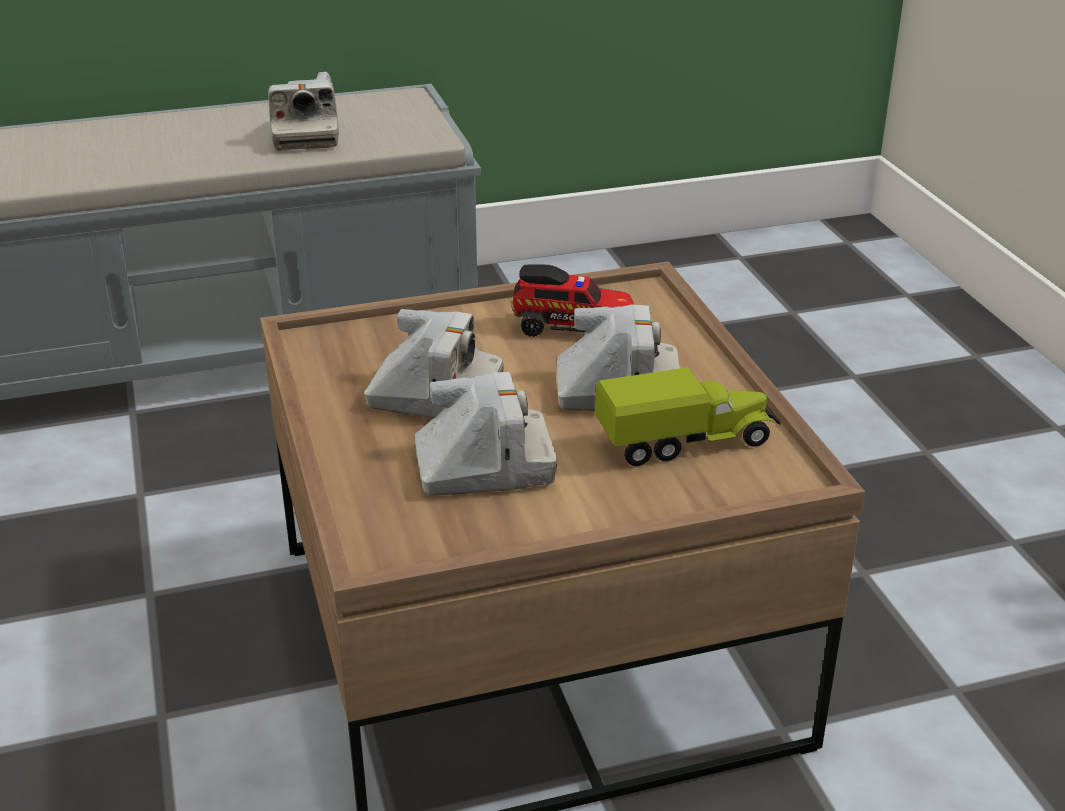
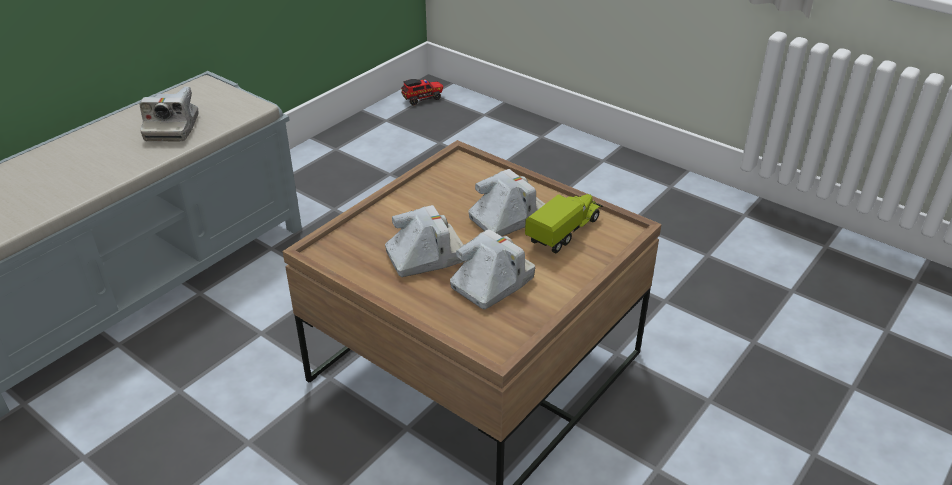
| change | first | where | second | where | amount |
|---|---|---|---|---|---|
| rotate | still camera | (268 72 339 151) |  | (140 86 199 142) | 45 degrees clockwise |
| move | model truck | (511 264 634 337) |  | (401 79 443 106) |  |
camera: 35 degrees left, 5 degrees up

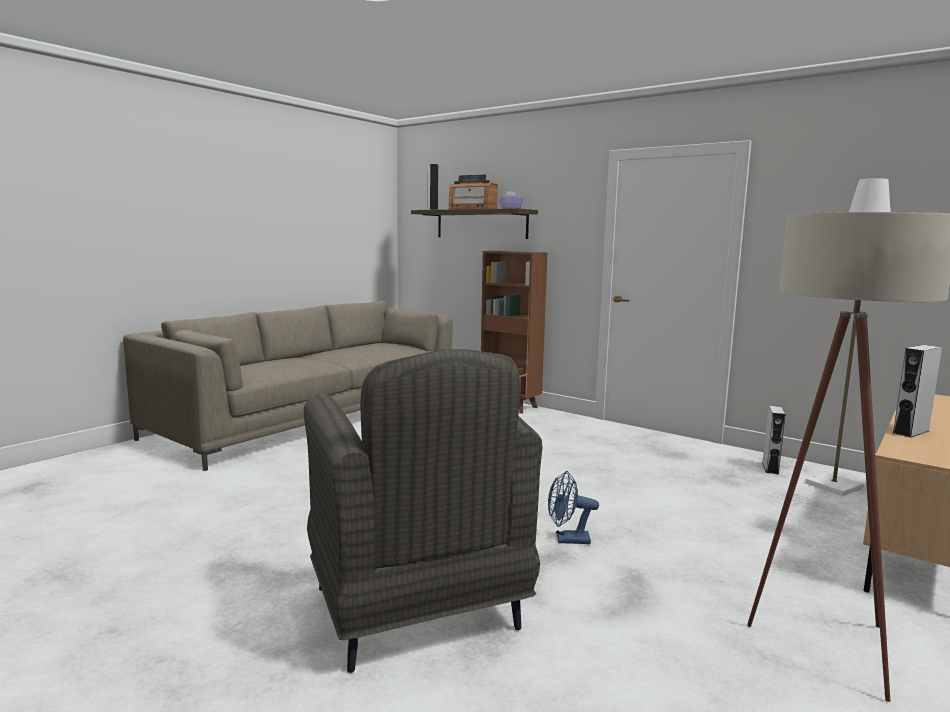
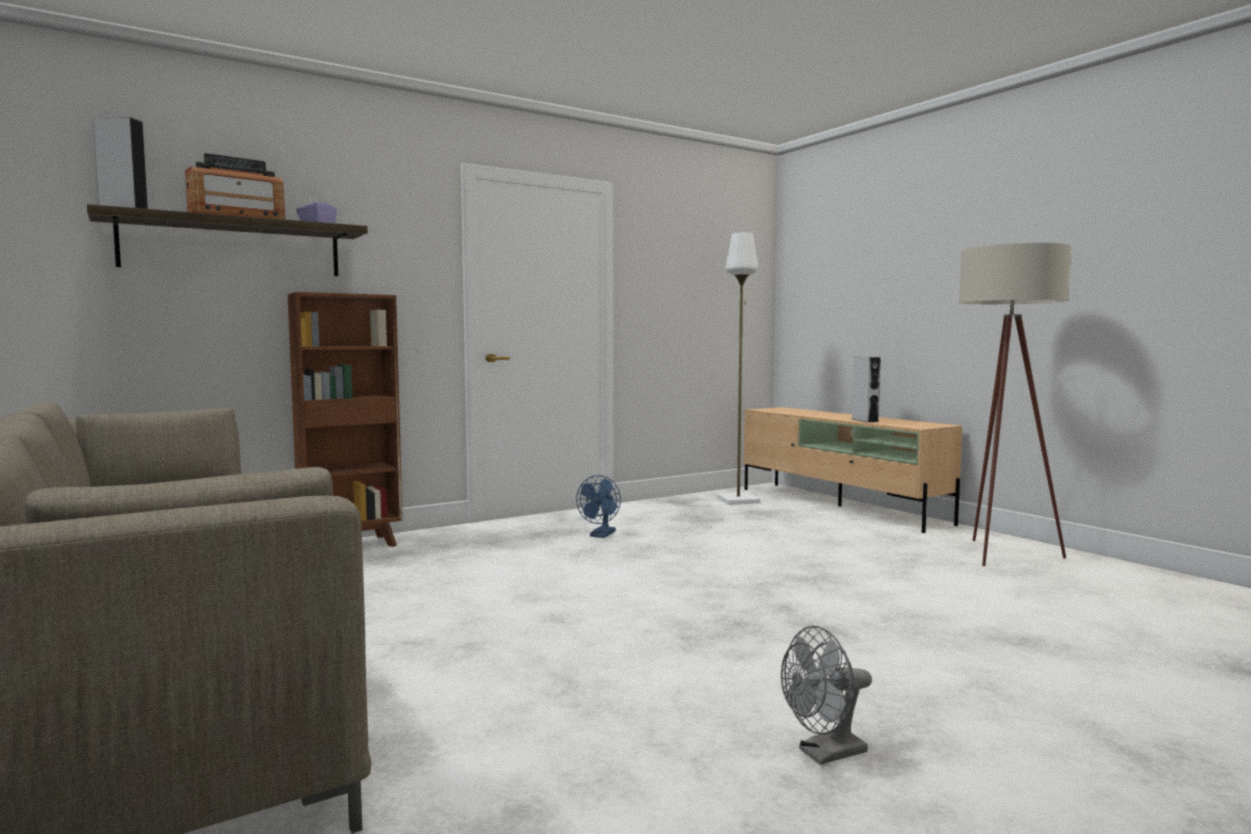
| change | first | where | second | where | amount |
|---|---|---|---|---|---|
| move | fan in blue-coloured | (548 471 599 544) |  | (576 475 621 538) |  |
| insert |  |  | fan in gray | (781 626 872 765) |  |
| delete | easy chair in gray | (304 349 542 673) |  |  |  |
| delete | audio speaker in gray | (762 406 785 475) |  |  |  |
camera: 70 degrees left, 5 degrees down

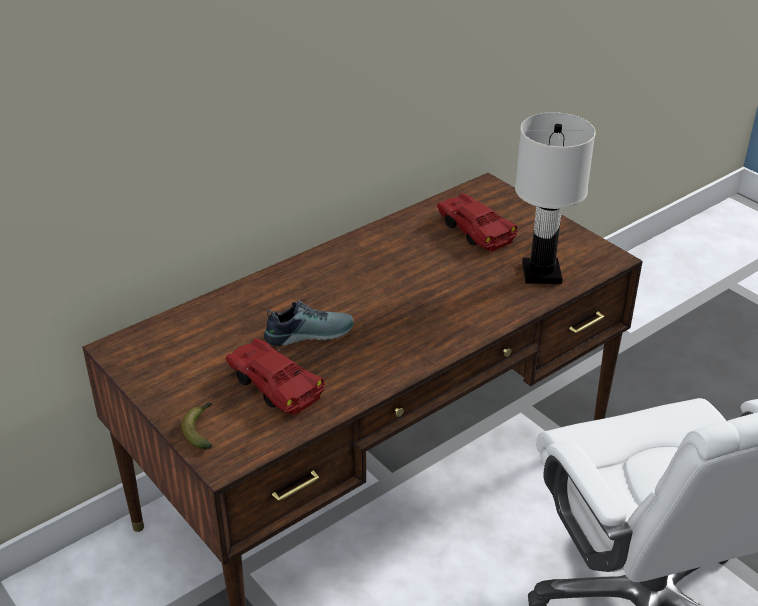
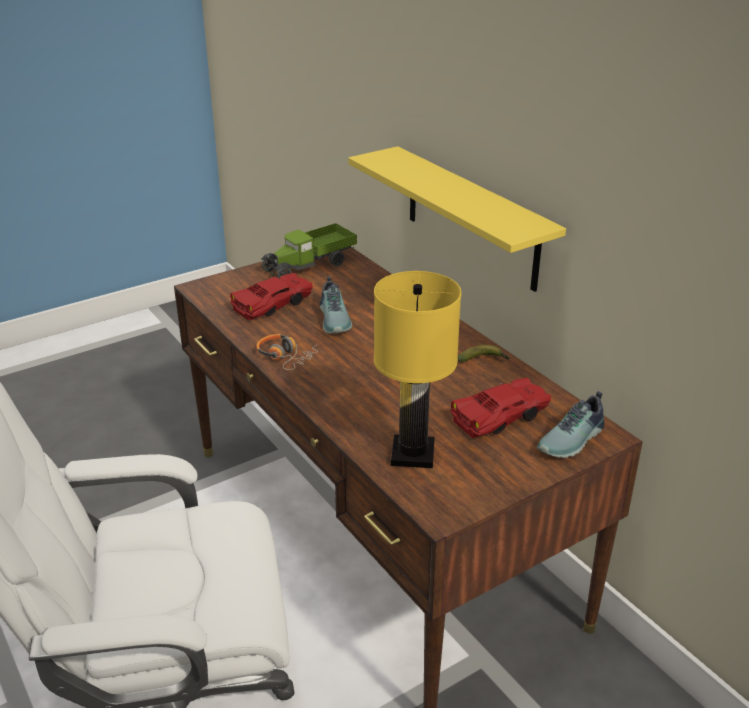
| change | first | where | second | where | amount |
|---|---|---|---|---|---|
| insert |  |  | headset | (256 334 318 370) |  |
| insert |  |  | model truck | (261 223 357 278) |  |
| insert |  |  | shelf in yellowish | (348 146 566 292) |  |
| recolor | lamp for a table in white-coloured | (515 112 596 284) | lamp for a table in yellowish | (374 271 461 468) |  |
| move | banana | (182 403 212 449) |  | (458 345 510 362) |  |
| insert |  |  | shoe | (537 391 604 458) |  |
camera: 95 degrees right, 5 degrees down

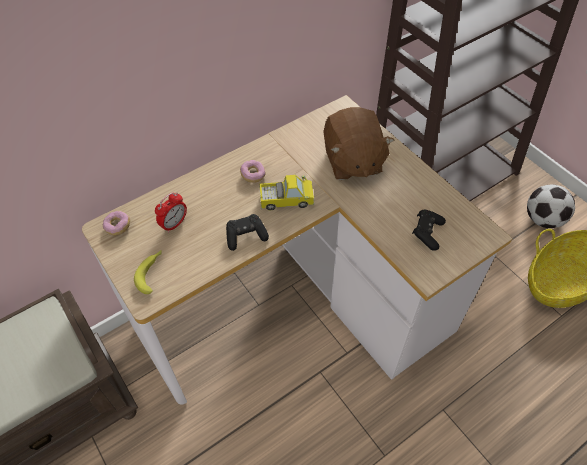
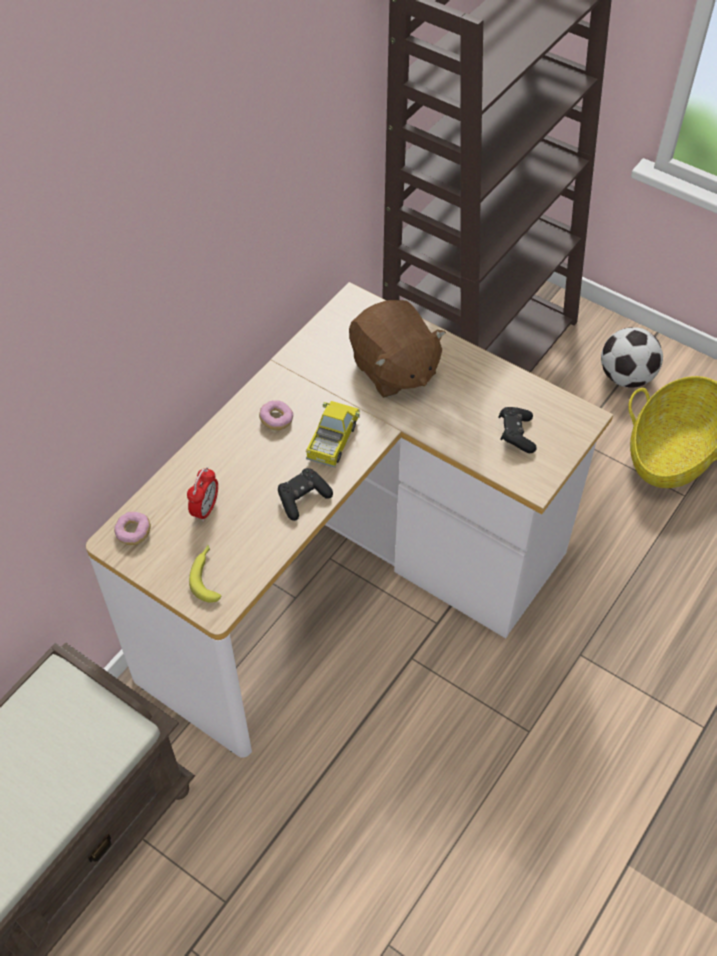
| change | first | where | second | where | amount |
|---|---|---|---|---|---|
| rotate | model truck | (259 175 314 211) |  | (306 401 360 468) | 45 degrees counterclockwise |
camera: 20 degrees left, 0 degrees up

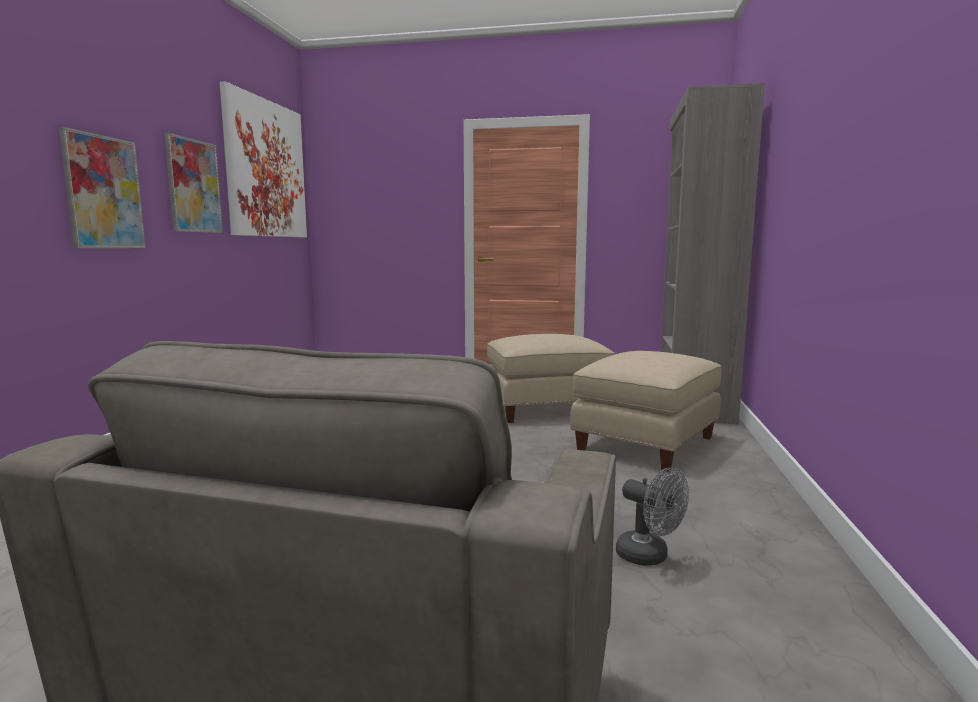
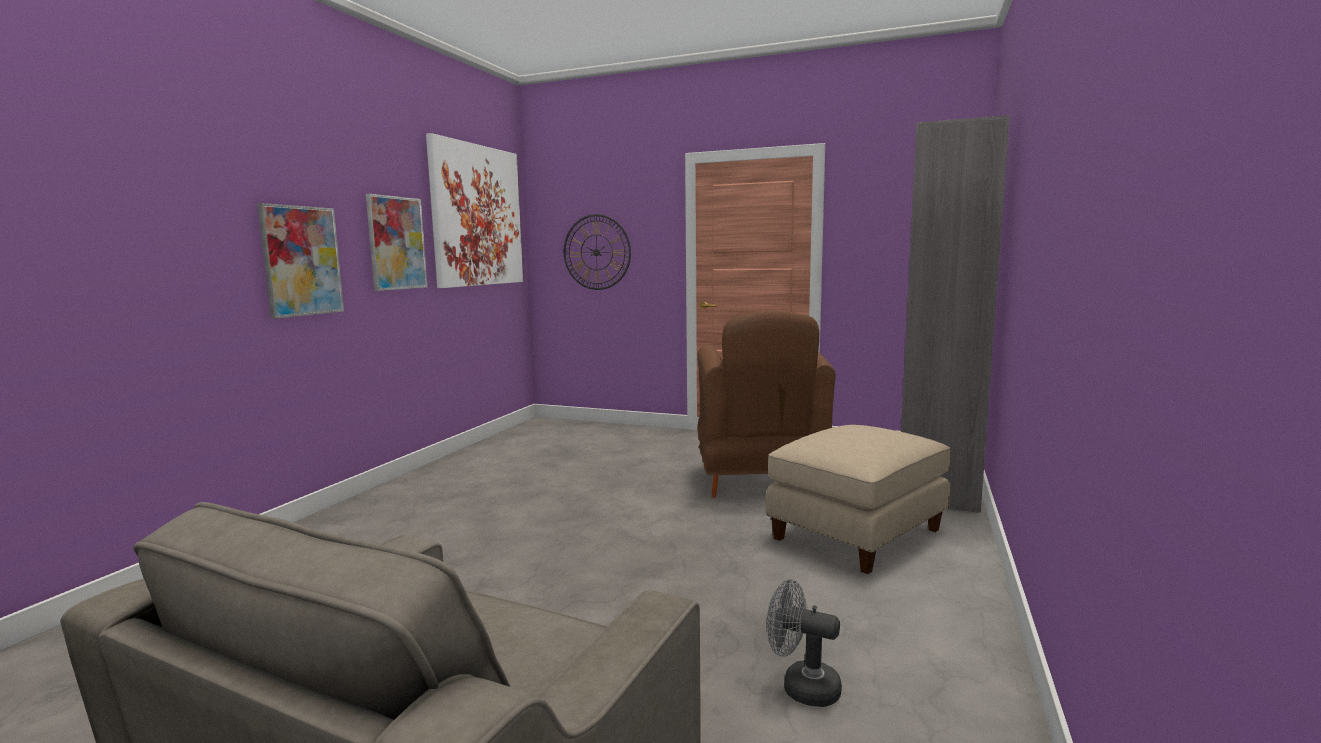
| change | first | where | second | where | amount |
|---|---|---|---|---|---|
| insert |  |  | clock on the wall | (564 214 631 290) |  |
| replace | ottoman in beige-coloured | (487 334 615 423) | easy chair in brown-coloured | (697 311 836 498) |  |
| rotate | fan in gray | (616 468 689 566) |  | (767 579 842 707) | 150 degrees clockwise |
camera: 10 degrees right, 0 degrees up

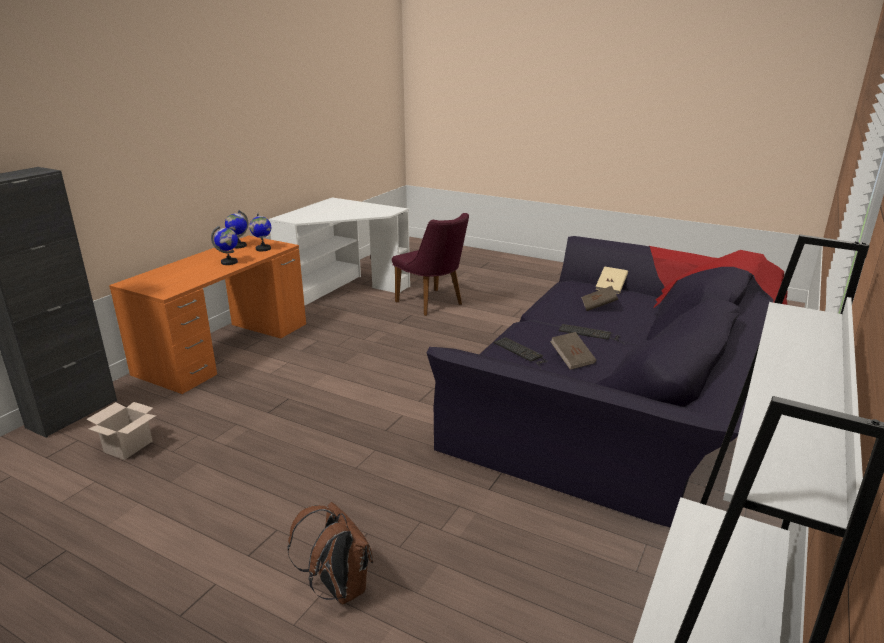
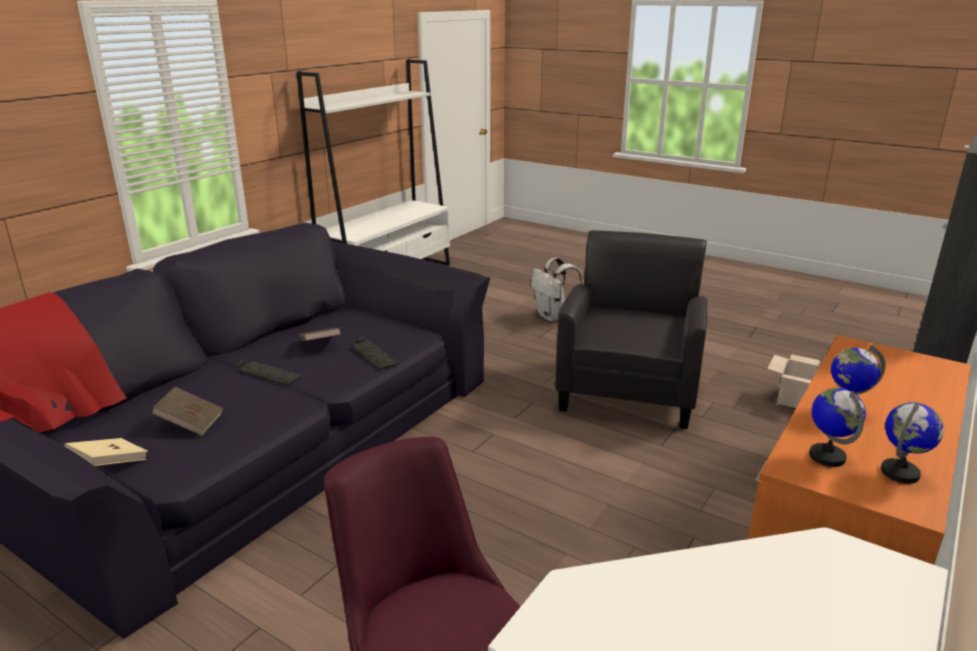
| change | first | where | second | where | amount |
|---|---|---|---|---|---|
| recolor | backpack in brown-coloured | (287 502 373 605) | backpack in white-coloured | (531 258 583 321) |  |
| insert |  |  | easy chair in blackish | (555 230 708 429) |  |
camera: 175 degrees left, 0 degrees up

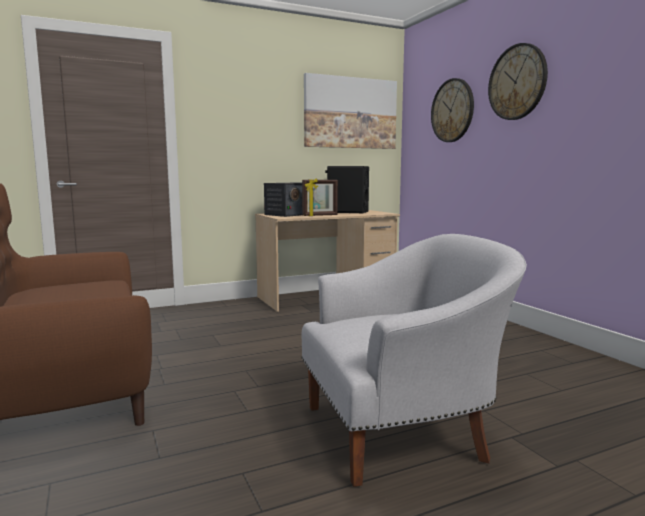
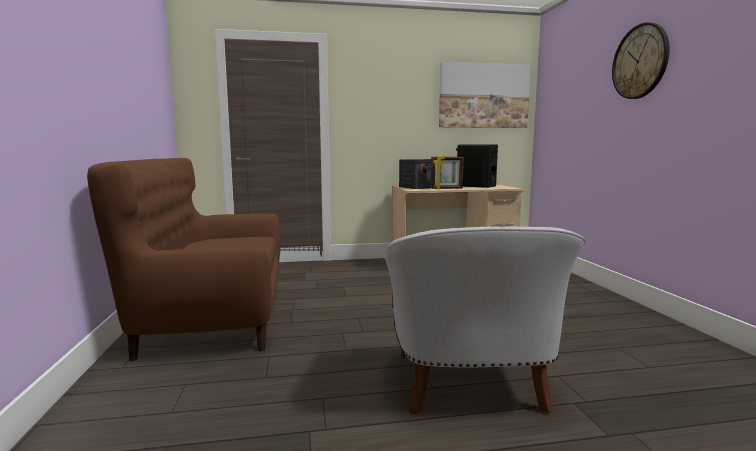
| change | first | where | second | where | amount |
|---|---|---|---|---|---|
| rotate | easy chair in white-coloured | (302 234 527 487) |  | (384 227 586 415) | 90 degrees clockwise |
| delete | clock on the wall | (431 78 474 142) |  |  |  |
camera: 15 degrees right, 0 degrees up

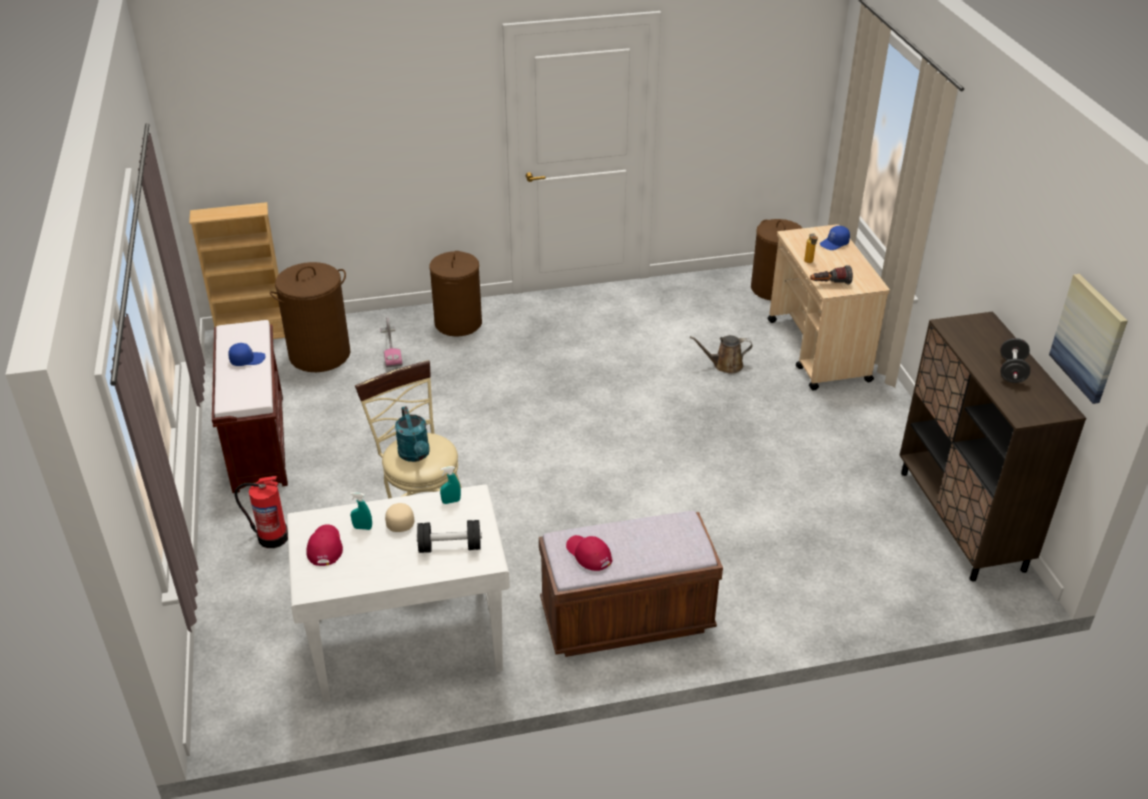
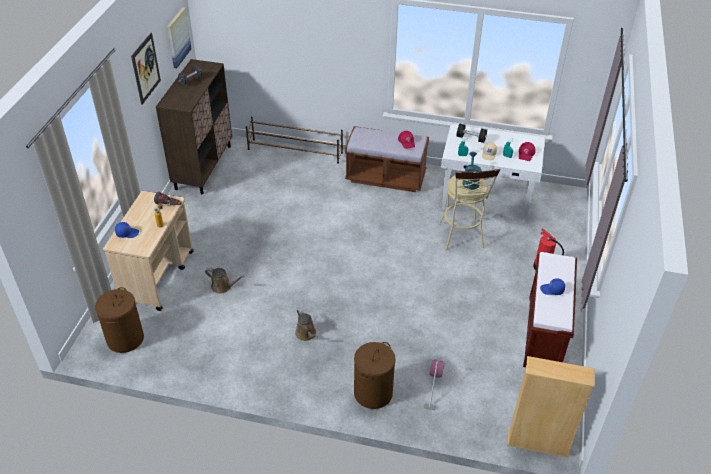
| change | first | where | second | where | amount |
|---|---|---|---|---|---|
| insert |  |  | wall art | (131 33 161 105) |  |
| insert |  |  | shoe rack in brown-coloured | (246 117 343 164) |  |
| insert |  |  | watering pot in brown-coloured | (295 309 318 341) |  |
| delete | hamper in brown-coloured | (270 262 350 372) |  |  |  |
camera: 155 degrees left, 5 degrees up

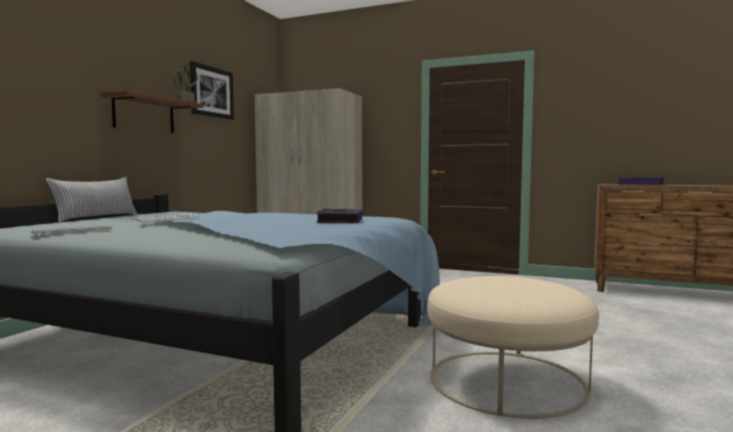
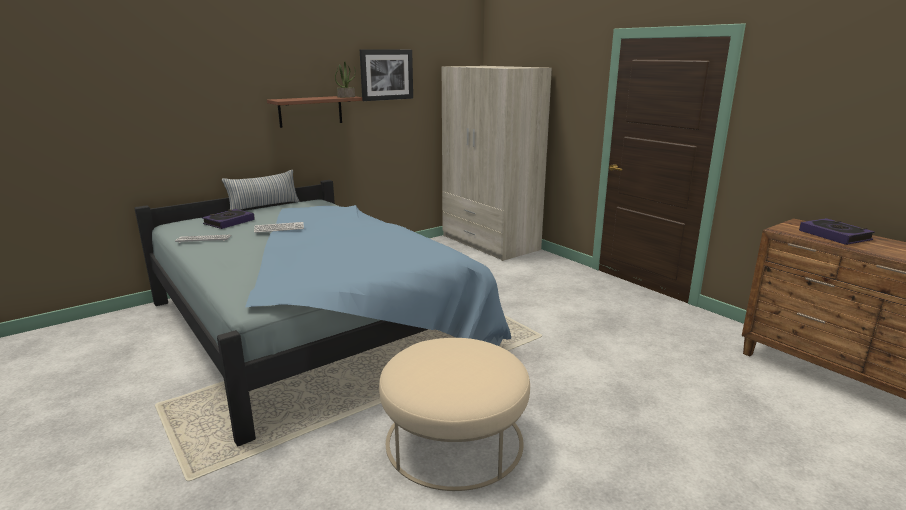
| change | first | where | second | where | amount |
|---|---|---|---|---|---|
| move | bound book | (316 209 362 223) |  | (202 209 255 229) |  |
camera: 30 degrees right, 15 degrees up

